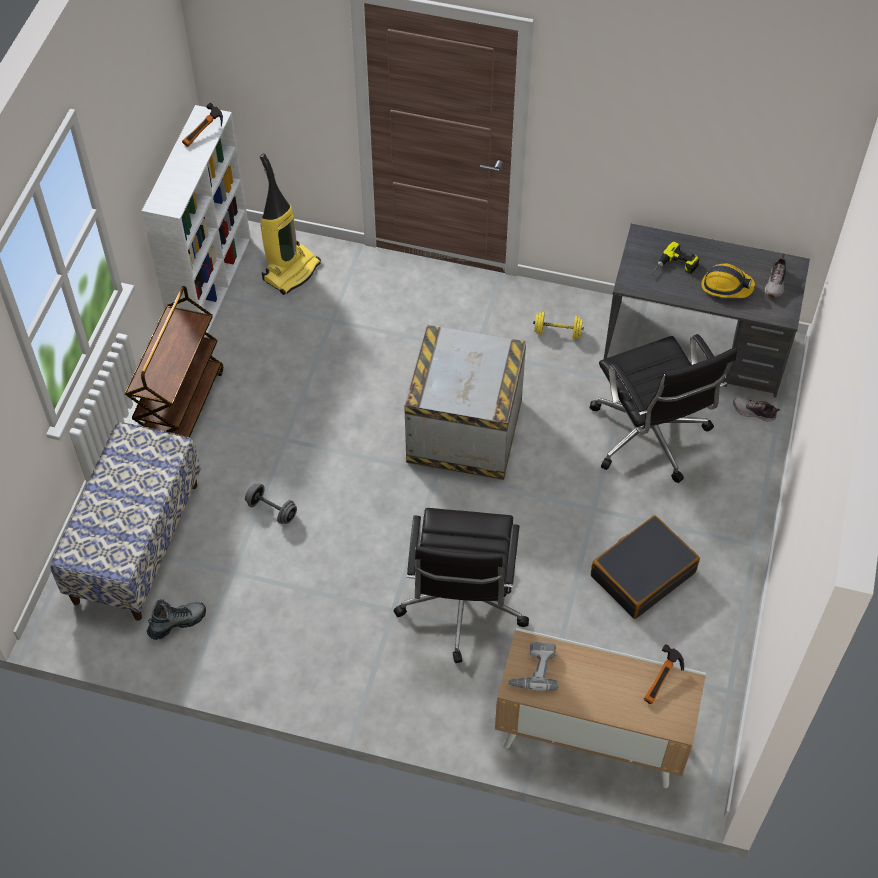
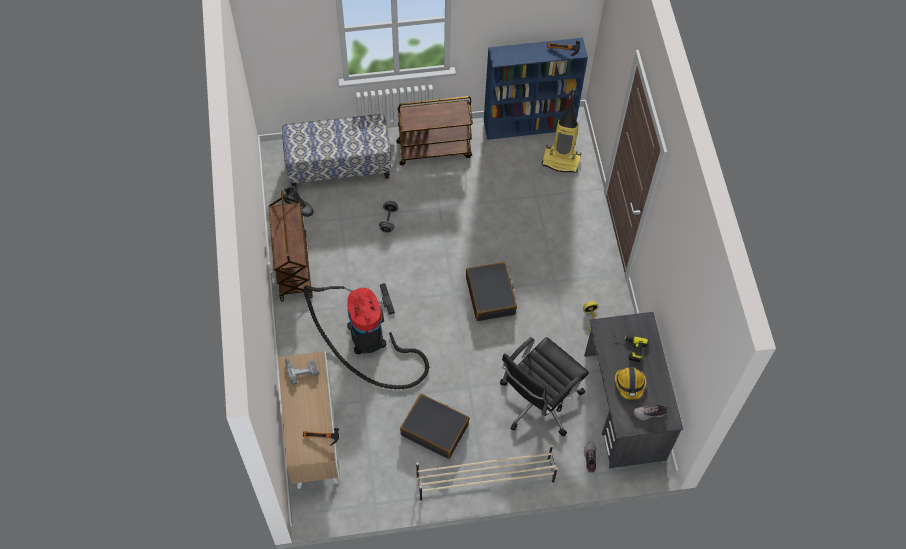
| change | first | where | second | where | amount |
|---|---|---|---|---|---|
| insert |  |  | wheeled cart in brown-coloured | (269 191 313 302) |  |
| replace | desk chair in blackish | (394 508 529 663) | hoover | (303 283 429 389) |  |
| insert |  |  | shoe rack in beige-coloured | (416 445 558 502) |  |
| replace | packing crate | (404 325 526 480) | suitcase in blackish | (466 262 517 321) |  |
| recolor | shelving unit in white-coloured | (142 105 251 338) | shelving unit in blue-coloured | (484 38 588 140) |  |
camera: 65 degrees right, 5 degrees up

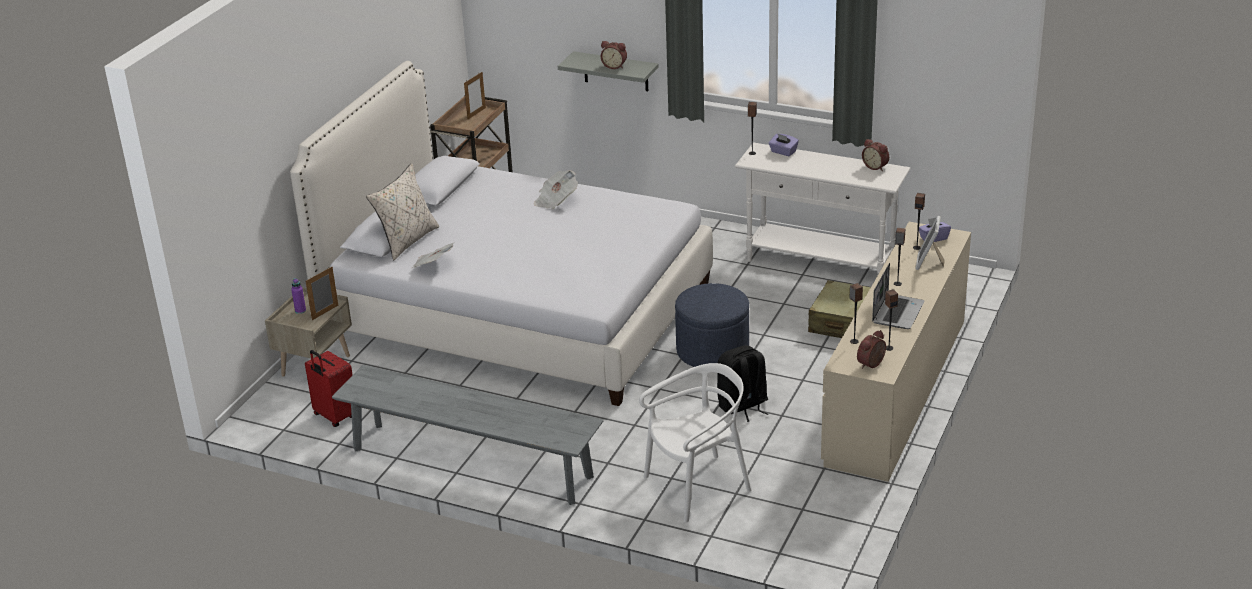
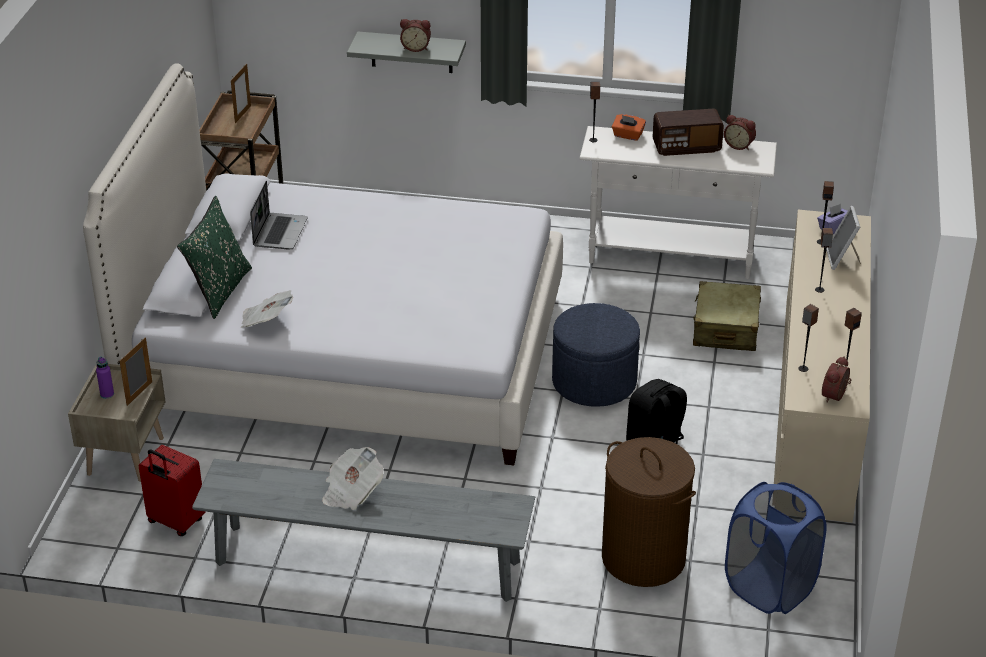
| change | first | where | second | where | amount |
|---|---|---|---|---|---|
| recolor | throw pillow in beige-coloured | (366 163 439 260) | throw pillow in green-coloured | (177 196 252 319) |  |
| move | laptop | (872 263 925 329) |  | (250 181 308 249) |  |
| move | newspaper | (534 170 578 209) |  | (322 447 384 510) |  |
| replace | upright chair in white-coloured | (639 363 751 523) | hamper in brown-coloured | (602 437 696 587) |  |
| recolor | box of tissues in purple | (769 133 799 156) | box of tissues in orange | (612 114 646 141) |  |
| insert |  |  | radio set | (652 109 724 156) |  |
| insert |  |  | hamper in blue-coloured | (725 482 827 614) |  |
camera: 15 degrees left, 5 degrees up

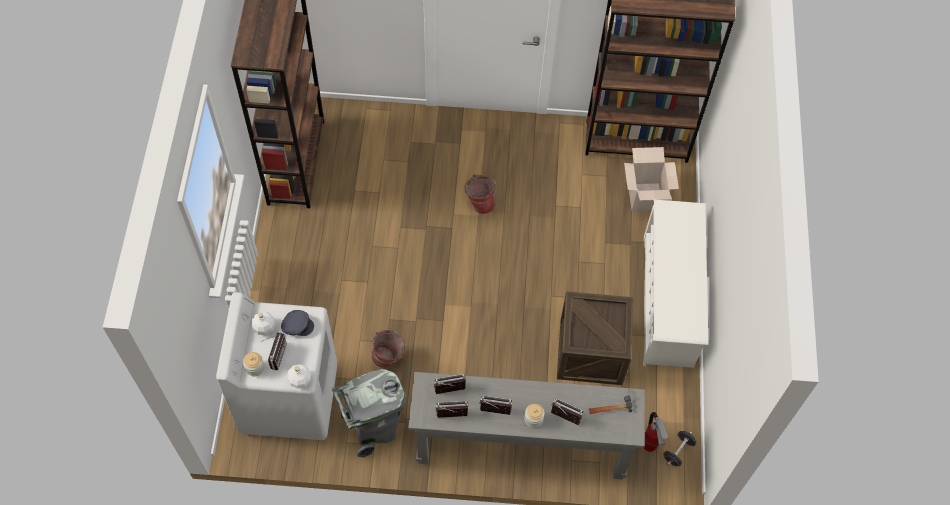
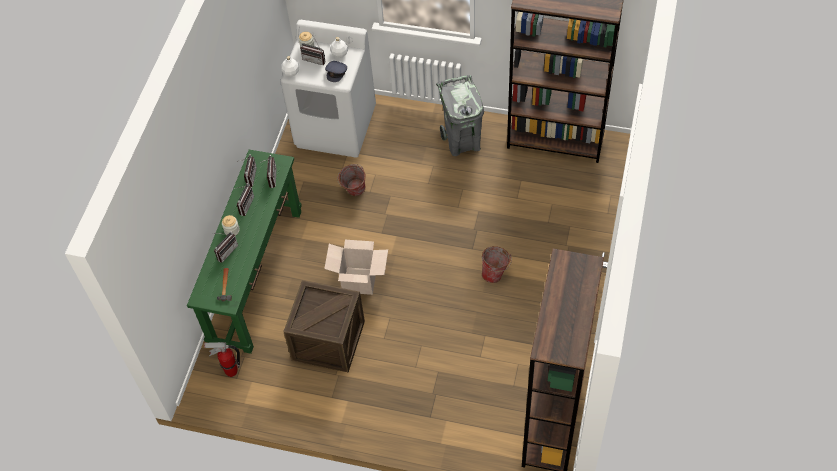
| change | first | where | second | where | amount |
|---|---|---|---|---|---|
| recolor | console table in gray | (408 372 645 479) | console table in green-coloured | (187 150 302 354) |  |
| move | cardboard box | (624 147 679 212) |  | (324 240 388 295) |  |
| move | waste bin in gray | (332 369 406 458) |  | (436 75 484 156) |  |
| delete | shoe rack in white-coloured | (643 199 708 368) |  |  |  |
| delete | hand weight in blackish | (663 431 696 466) |  |  |  |
camera: 105 degrees right, 5 degrees down

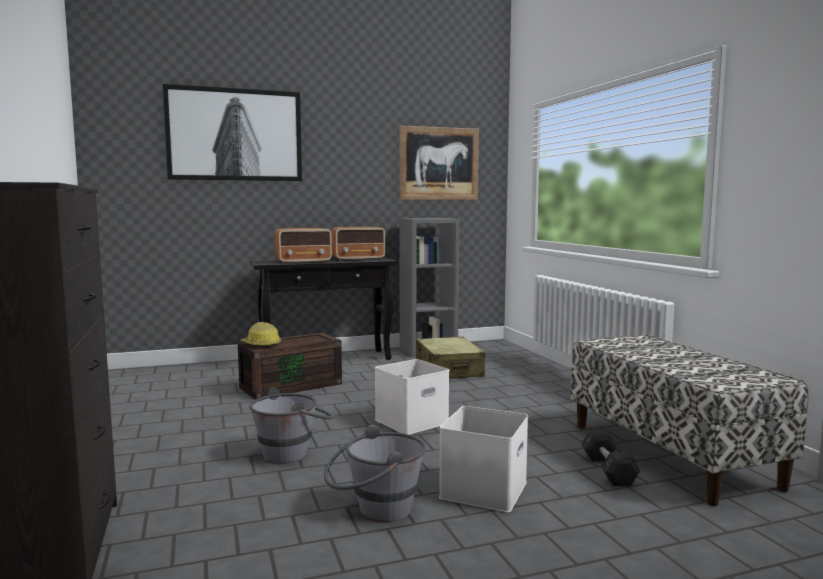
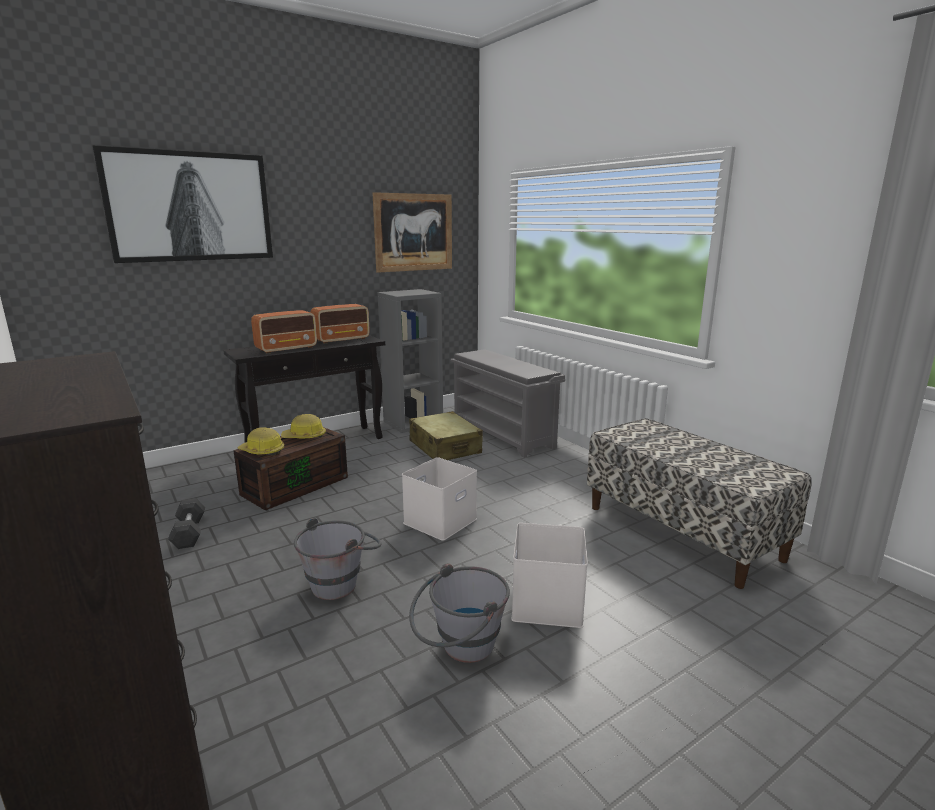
| change | first | where | second | where | amount |
|---|---|---|---|---|---|
| move | hand weight in gray | (581 430 640 486) |  | (168 498 205 549) |  |
| insert |  |  | hard hat | (281 414 326 438) |  |
| insert |  |  | shoe rack in gray | (450 349 565 458) |  |
camera: 15 degrees left, 10 degrees up

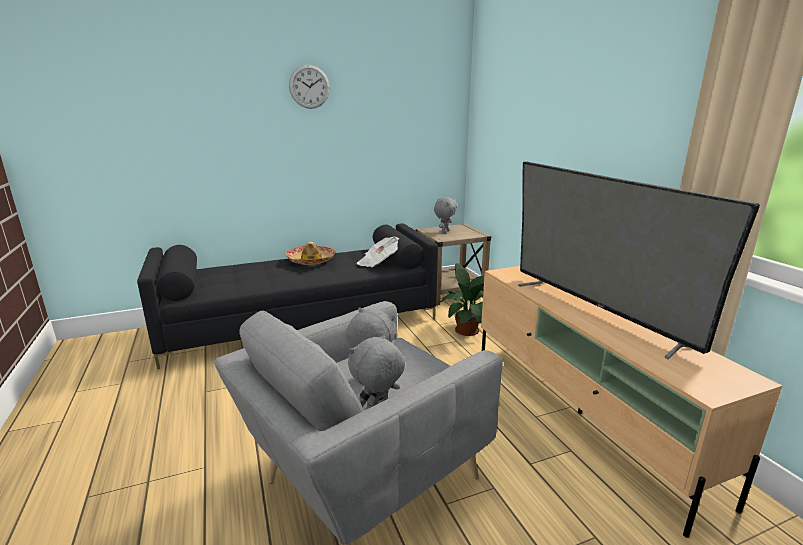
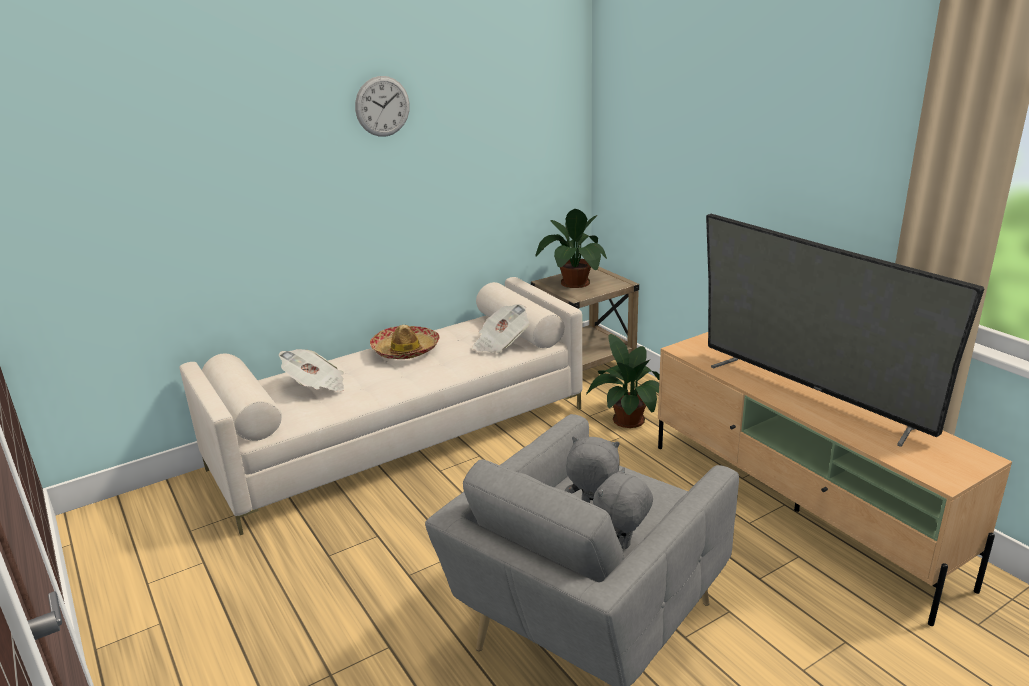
| change | first | where | second | where | amount |
|---|---|---|---|---|---|
| recolor | sofa in blackish | (137 223 438 369) | sofa in beige-coloured | (180 277 582 535) |  |
| insert |  |  | newspaper | (279 349 344 392) |  |
| replace | soft toy in gray | (434 197 457 233) | potted plant | (535 209 607 288) |  |
camera: 10 degrees left, 5 degrees up

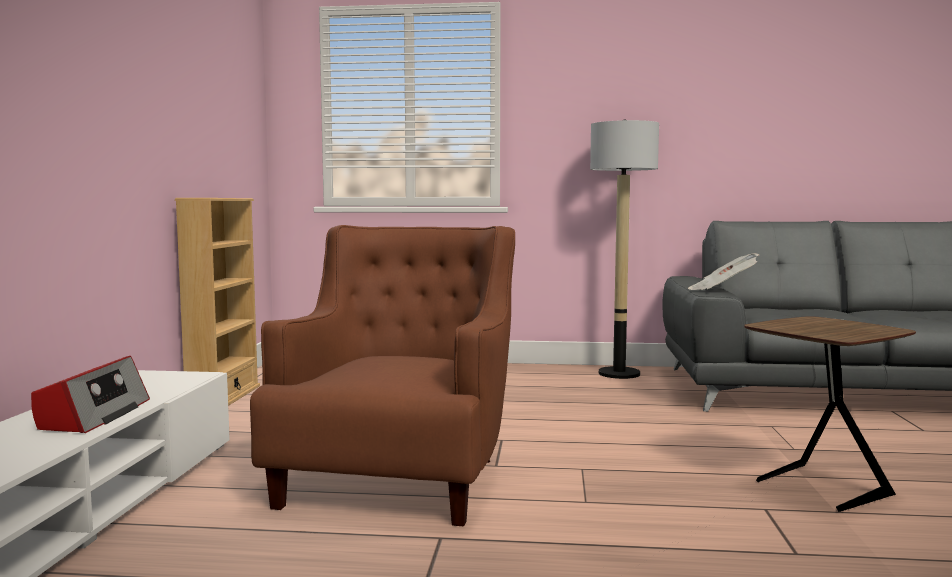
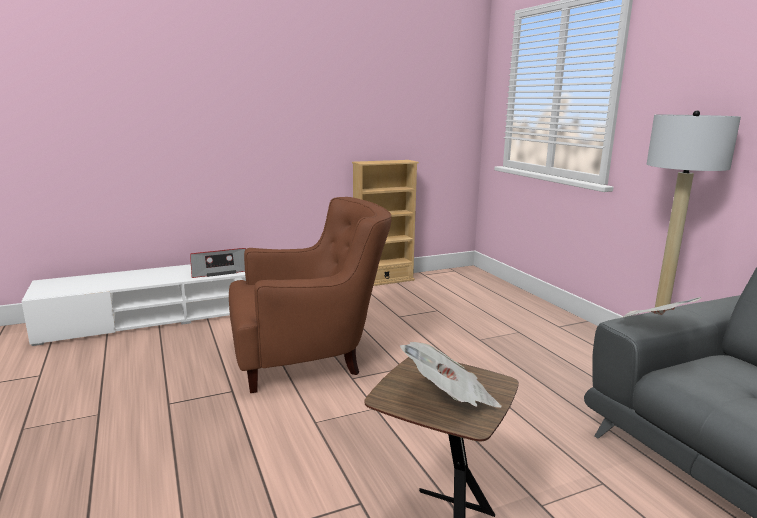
| change | first | where | second | where | amount |
|---|---|---|---|---|---|
| insert |  |  | newspaper | (400 342 502 408) |  |
camera: 60 degrees right, 10 degrees up

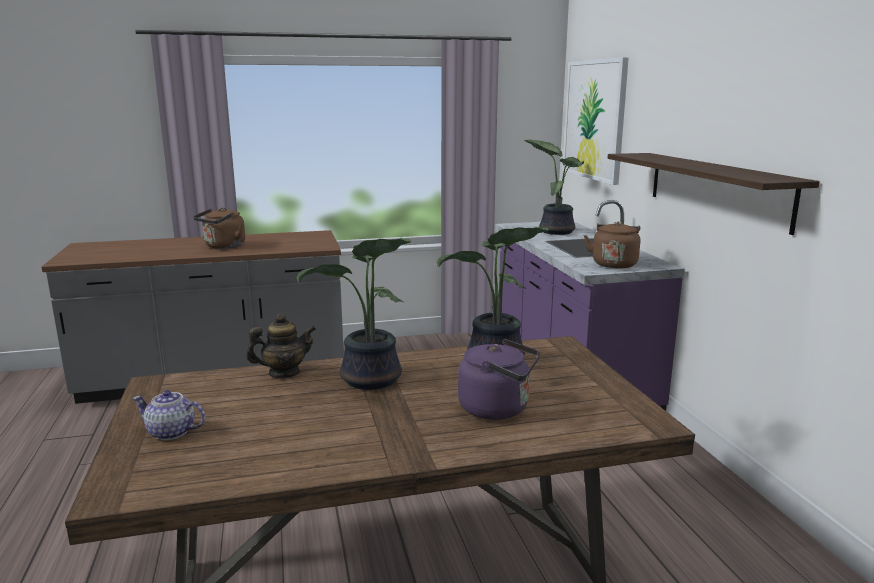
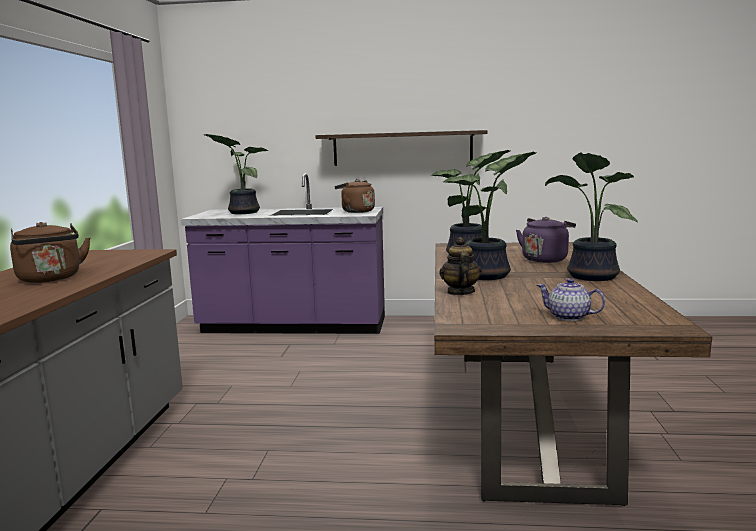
| change | first | where | second | where | amount |
|---|---|---|---|---|---|
| rotate | tea pot | (132 390 205 440) |  | (537 278 605 321) | 90 degrees clockwise |
| insert |  |  | potted plant | (545 153 638 281) |  |
| delete | wall art | (563 57 629 185) |  |  |  |
camera: 70 degrees left, 5 degrees down

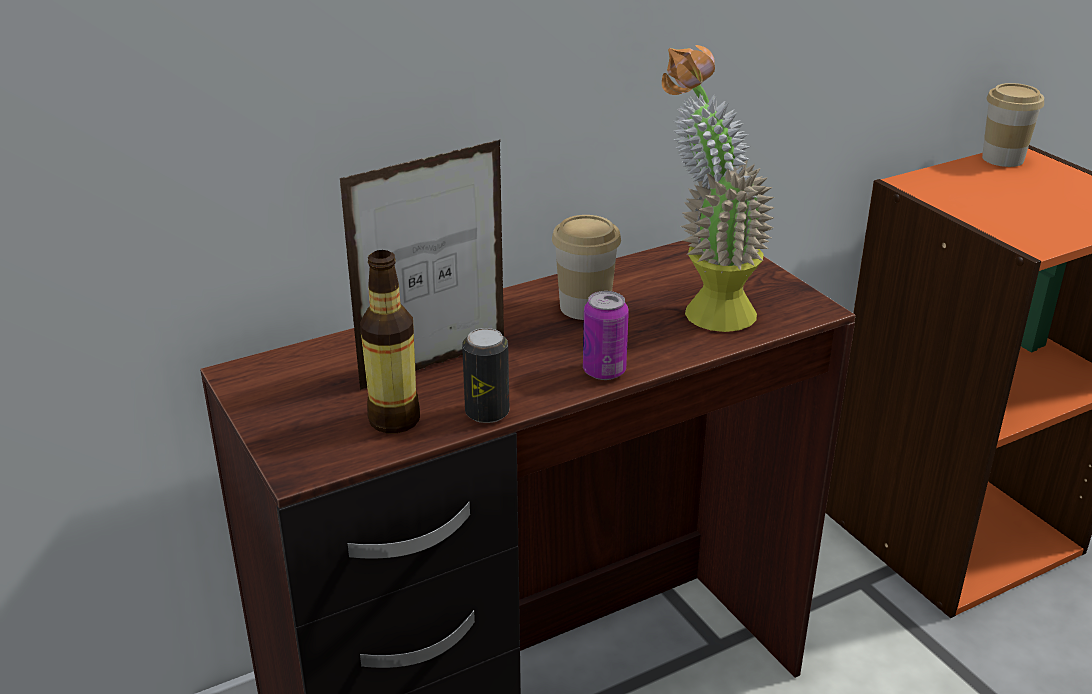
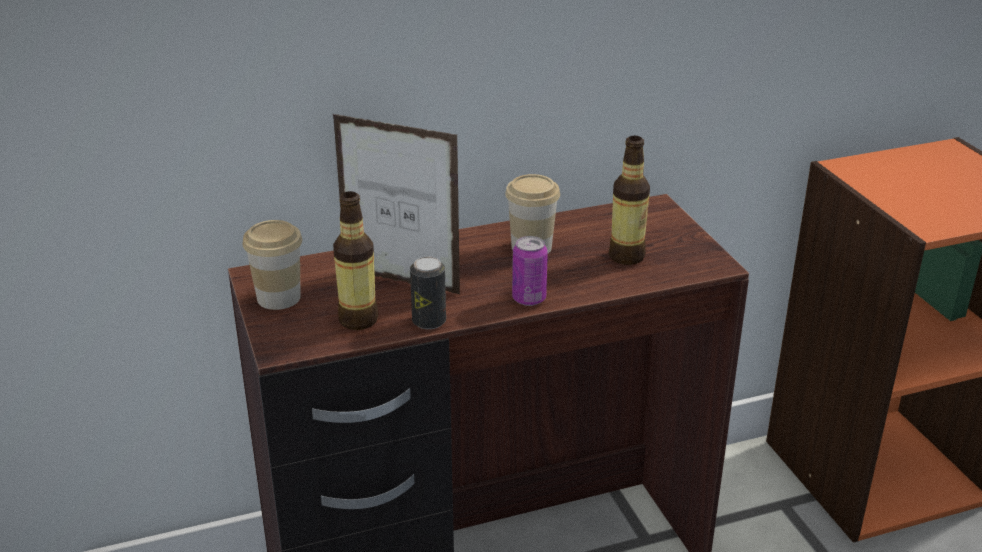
| change | first | where | second | where | amount |
|---|---|---|---|---|---|
| move | drinking cup | (982 83 1044 167) |  | (243 220 302 310) |  |
| rotate | photo frame | (340 139 504 390) |  | (333 114 460 295) | 135 degrees counterclockwise |
| replace | potted plant | (662 45 775 332) | bottle | (609 136 650 265) |  |
camera: 10 degrees right, 0 degrees up

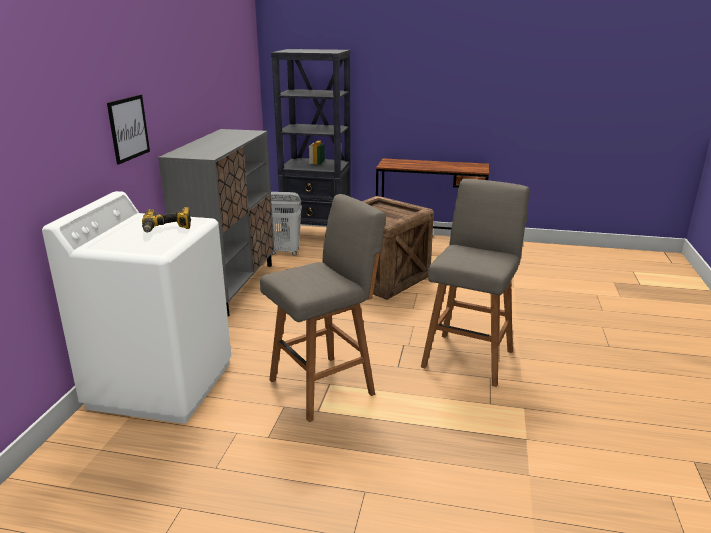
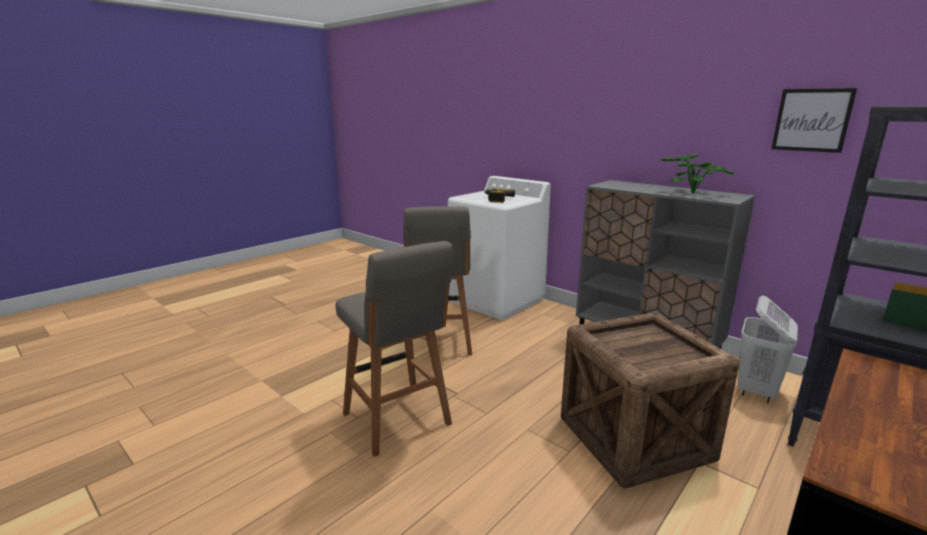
| change | first | where | second | where | amount |
|---|---|---|---|---|---|
| insert |  |  | potted plant | (660 154 735 194) |  |
| move | wall art | (107 95 150 165) |  | (771 88 857 153) |  |
camera: 120 degrees right, 5 degrees down

